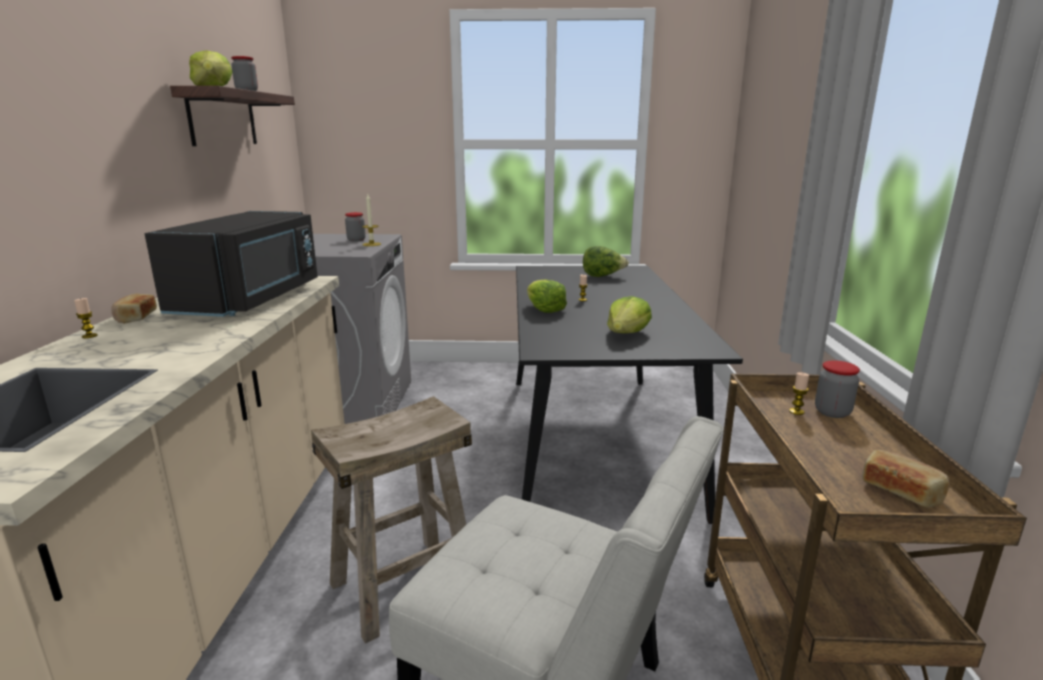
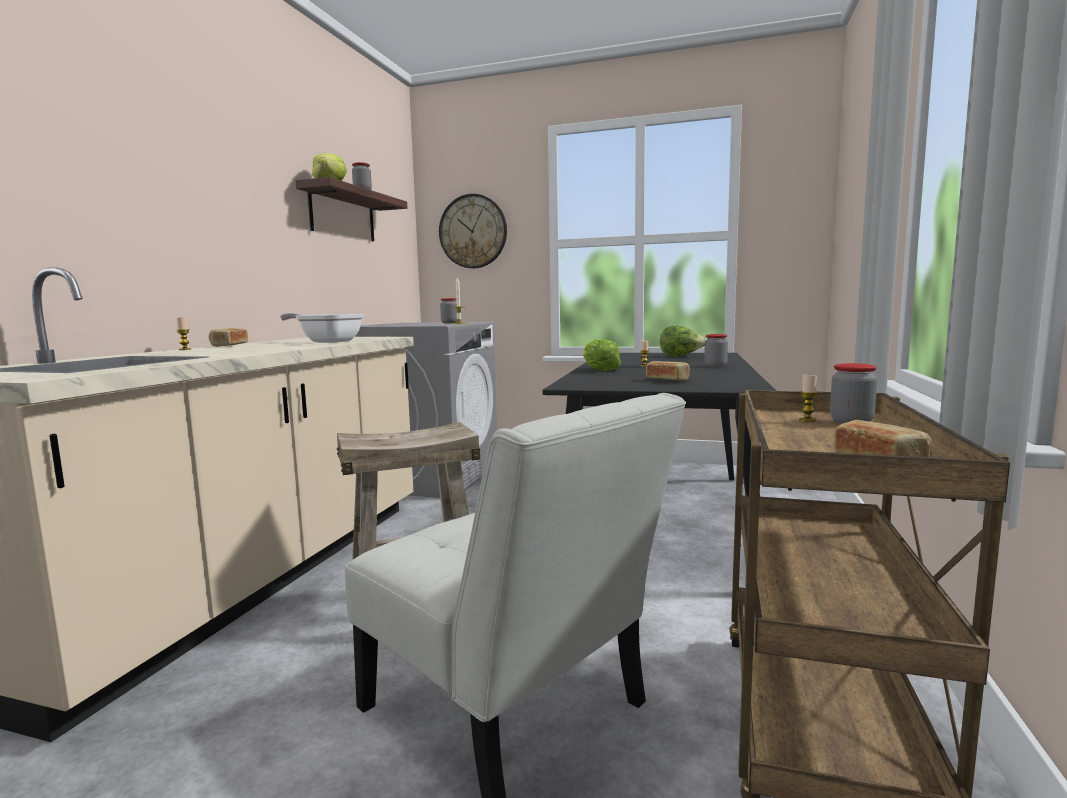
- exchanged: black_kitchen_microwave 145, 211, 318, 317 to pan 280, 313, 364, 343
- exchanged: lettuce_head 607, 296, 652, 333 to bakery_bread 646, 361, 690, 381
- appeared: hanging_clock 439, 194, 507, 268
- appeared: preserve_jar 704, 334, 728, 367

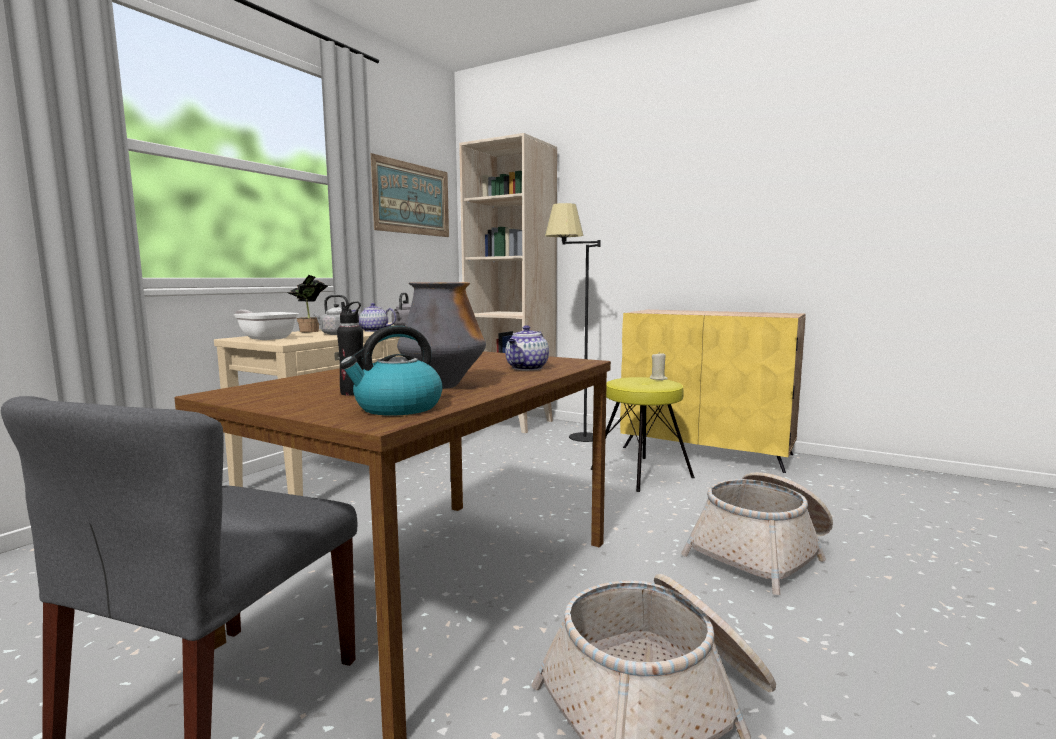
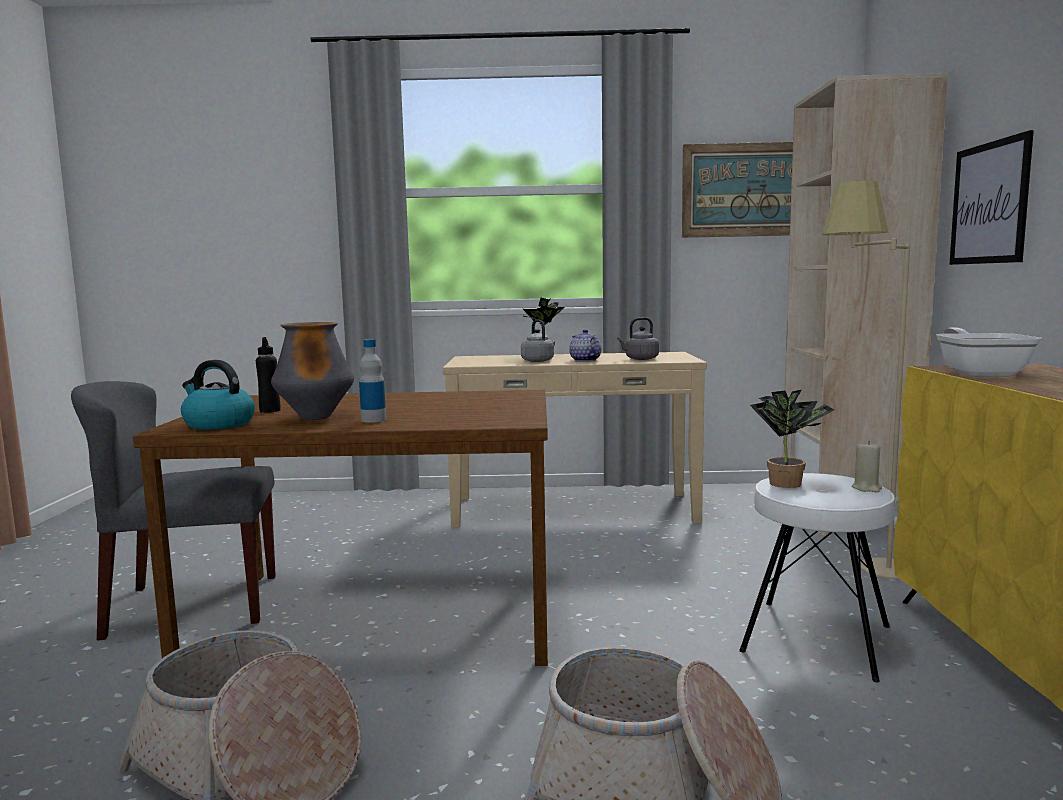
- colour: black_floor_lamp 545, 203, 601, 442 to beige-coloured_floor_lamp 821, 180, 910, 579
- relocated: pan 234, 310, 299, 340 to 936, 327, 1042, 377
- missing: teapot 505, 325, 549, 370
- colour: yellowish_sitting_stool 590, 377, 695, 492 to whitish_sitting_stool 739, 473, 895, 682
- appeared: wall_art 949, 130, 1034, 265
- appeared: drink_bottle 359, 339, 386, 423
- appeared: potted_plant 750, 390, 834, 488

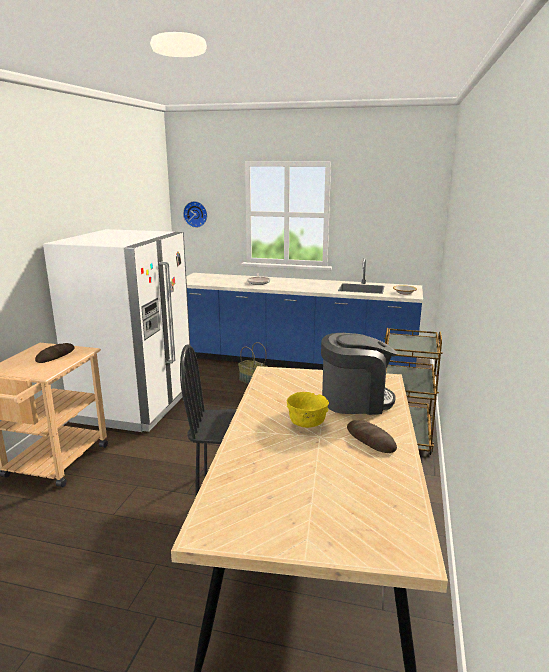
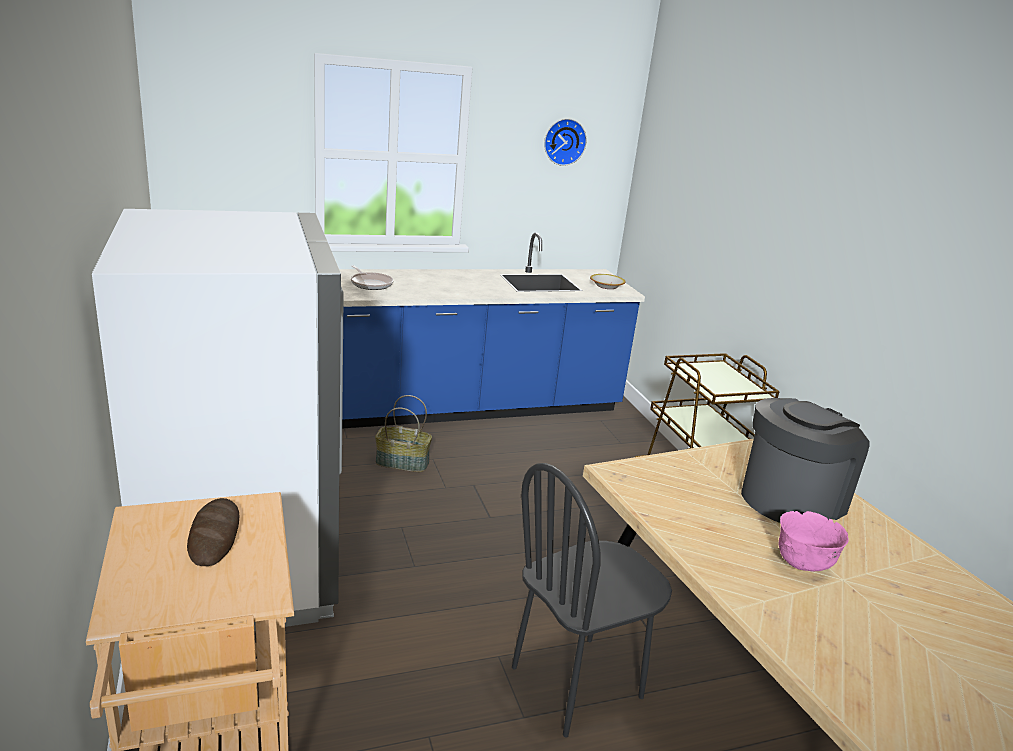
- relocated: hanging_clock 183, 201, 207, 228 to 544, 119, 587, 166
- colour: yellowish_bowl 287, 392, 329, 428 to pink_bowl 779, 511, 849, 571
- missing: bakery_bread 347, 420, 397, 453

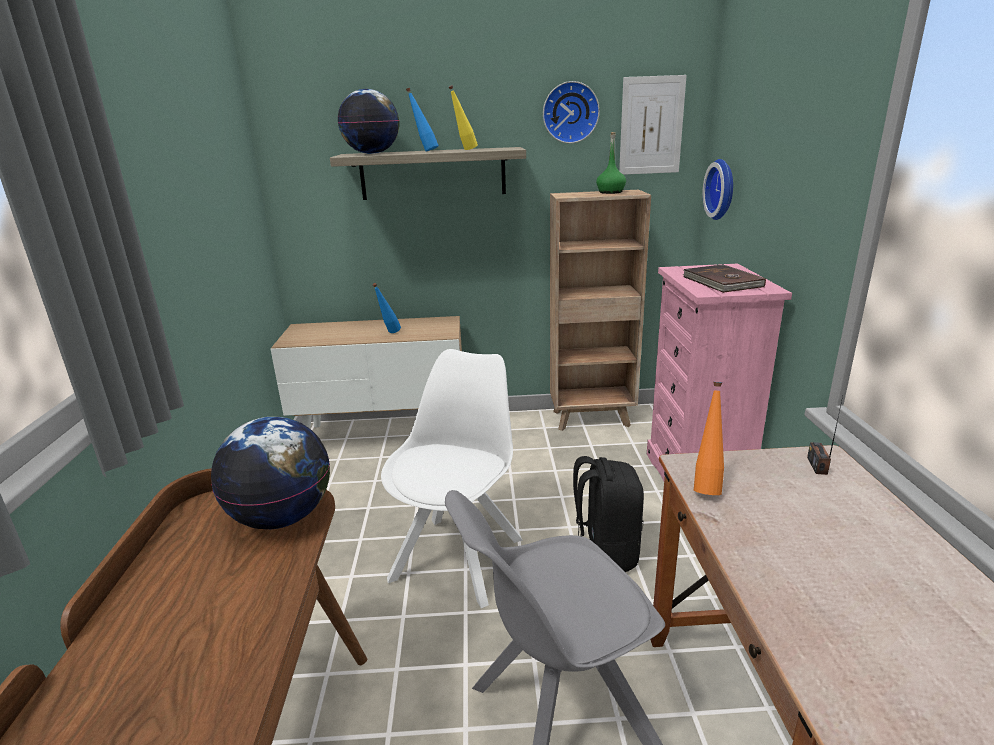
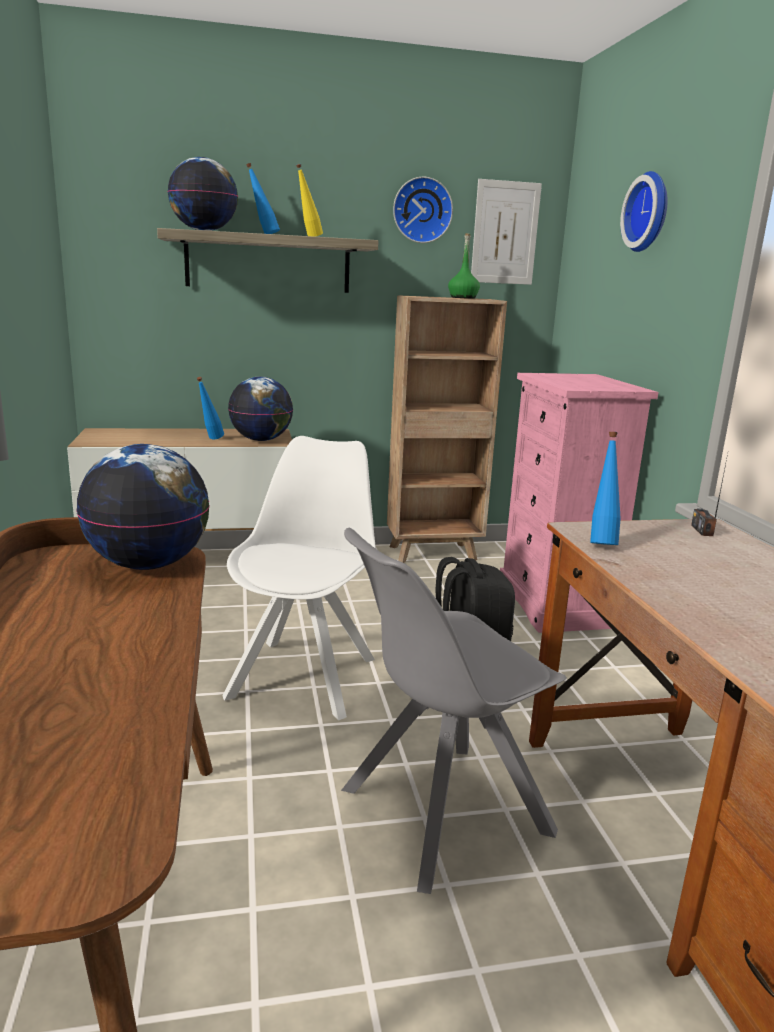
- relocated: hanging_clock 702, 159, 733, 220 to 620, 171, 668, 252
- missing: brownish_bound_book 683, 264, 766, 293
- colour: orange-coloured_drink_bottle 694, 382, 724, 495 to bluish_drink_bottle 590, 432, 621, 545
- appeared: world_globe 228, 377, 293, 441

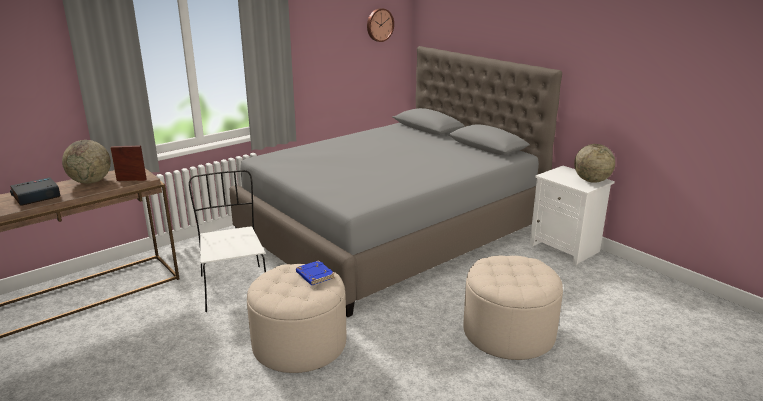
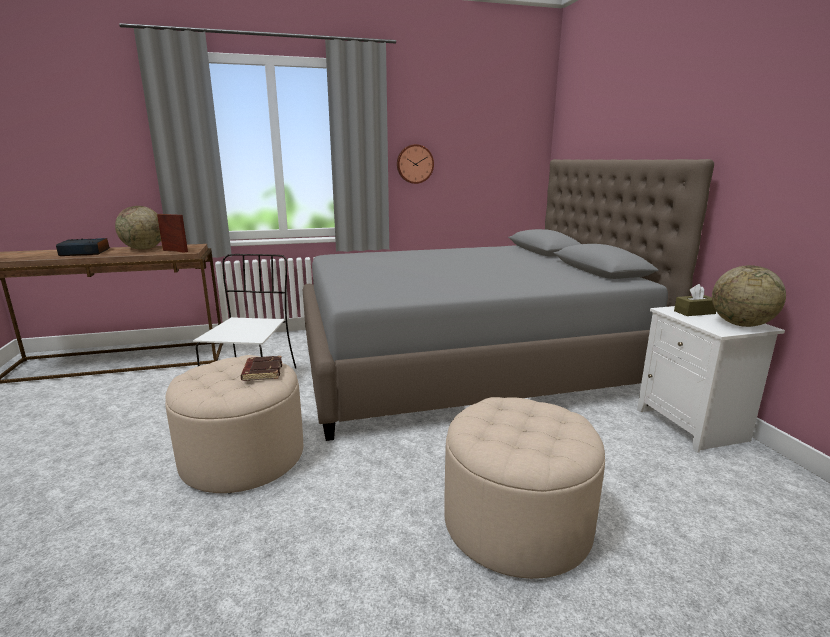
- relocated: hanging_clock 367, 8, 394, 42 to 397, 144, 434, 184
- colour: bluish_bound_book 296, 260, 335, 285 to brownish_bound_book 241, 356, 282, 381
- appeared: brownish_tissue_box 674, 284, 716, 316

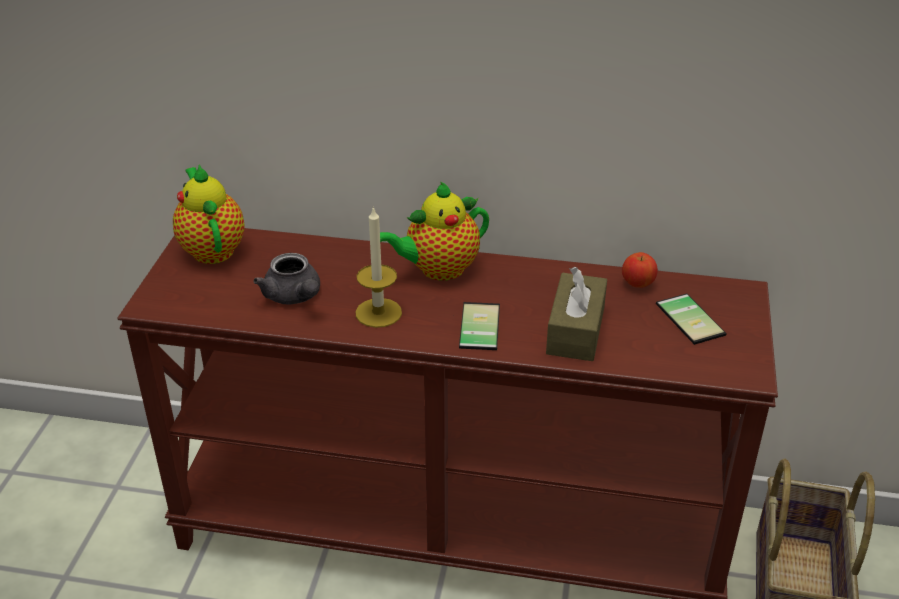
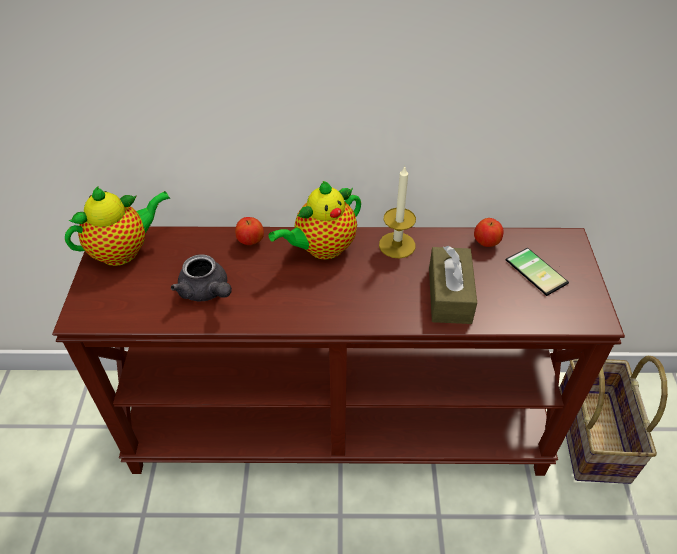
- spun: teapot 173, 164, 245, 264 = 65, 185, 170, 266 90 degrees clockwise
- relocated: wax_light 356, 206, 402, 328 to 379, 165, 416, 258
- missing: handset 459, 302, 500, 350
- appeared: whole_apple 235, 217, 264, 245

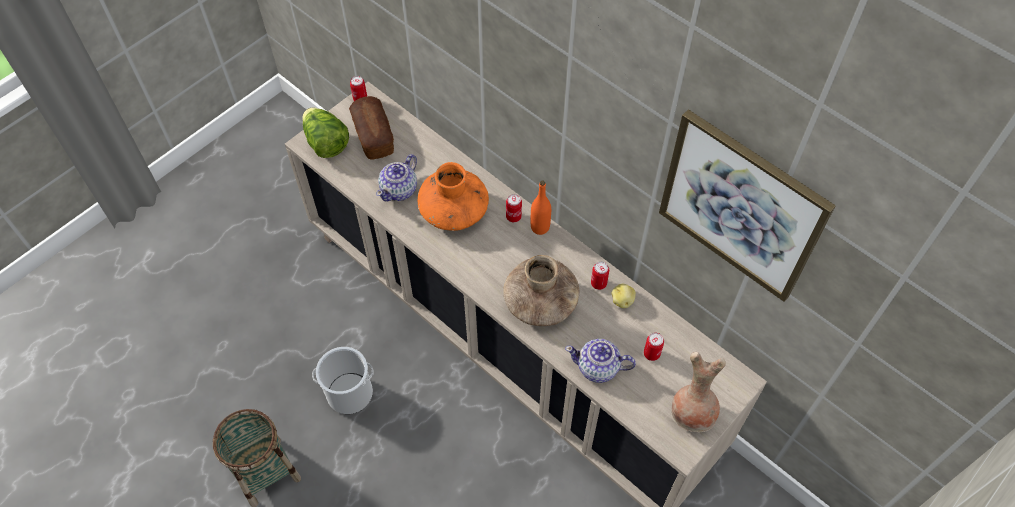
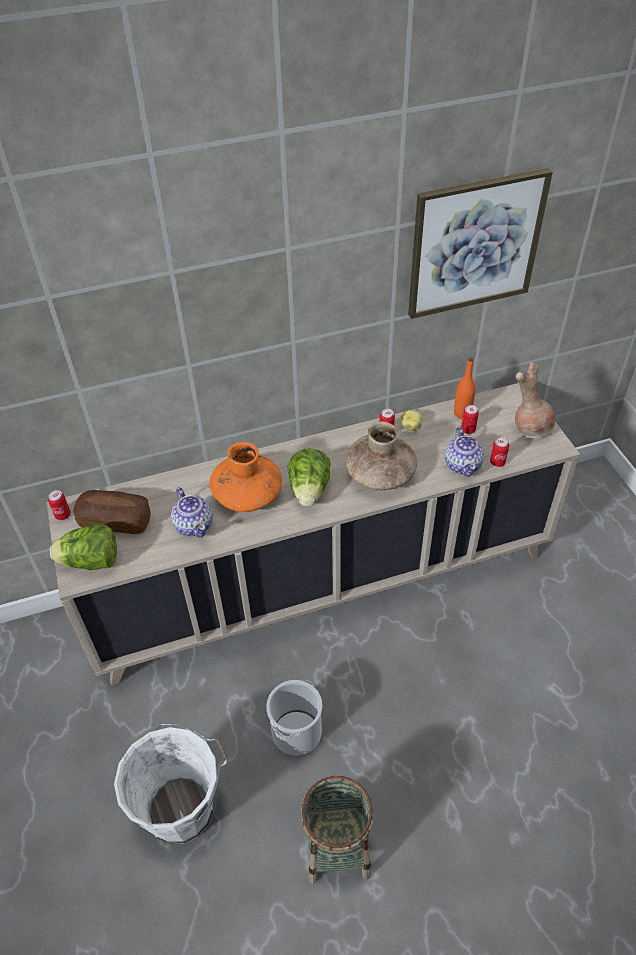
- relocated: orange-coloured_drink_bottle 531, 181, 551, 235 to 454, 358, 476, 419
- relocated: sealed_can 506, 194, 522, 222 to 490, 437, 509, 467
- spun: teapot 565, 339, 636, 383 = 445, 427, 484, 477 45 degrees counterclockwise
- appeared: lettuce_head 288, 448, 331, 506
- appeared: whitish_water_bucket 114, 724, 228, 844

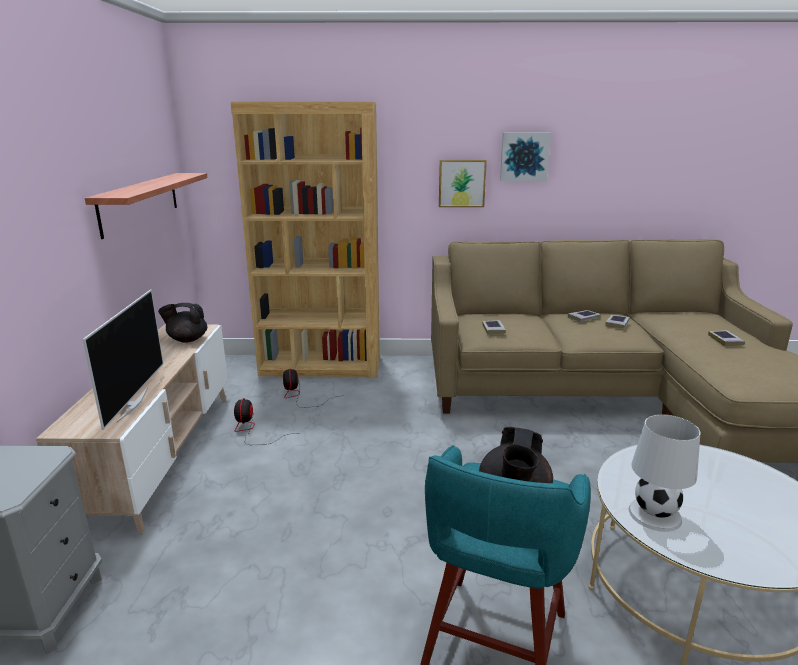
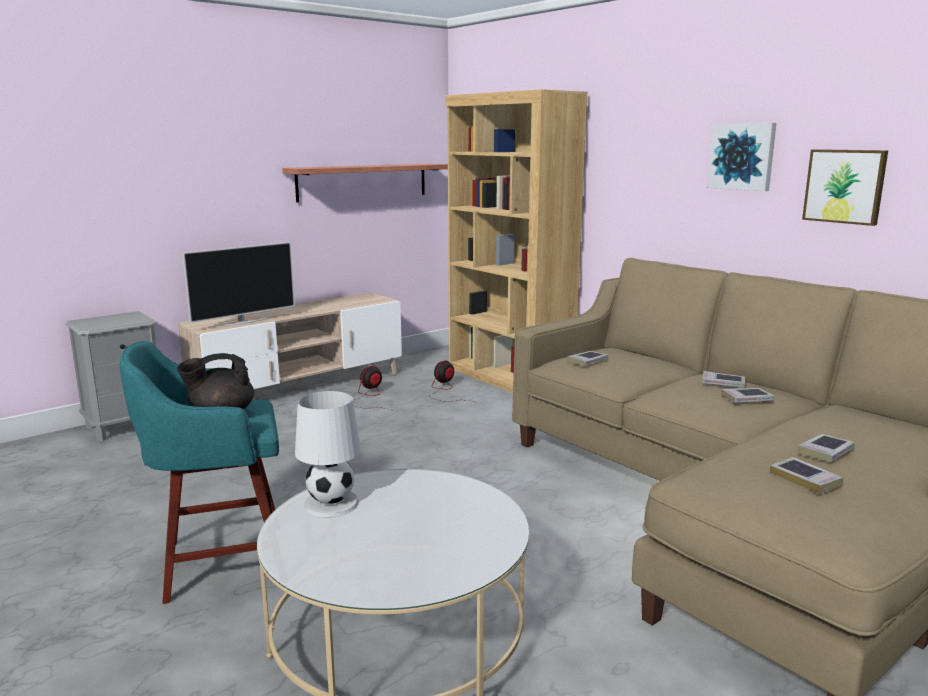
- relocated: wall_art 439, 160, 487, 207 to 802, 149, 888, 226
- missing: black_teapot 158, 303, 207, 343
- appeared: bound_book 770, 457, 844, 494

